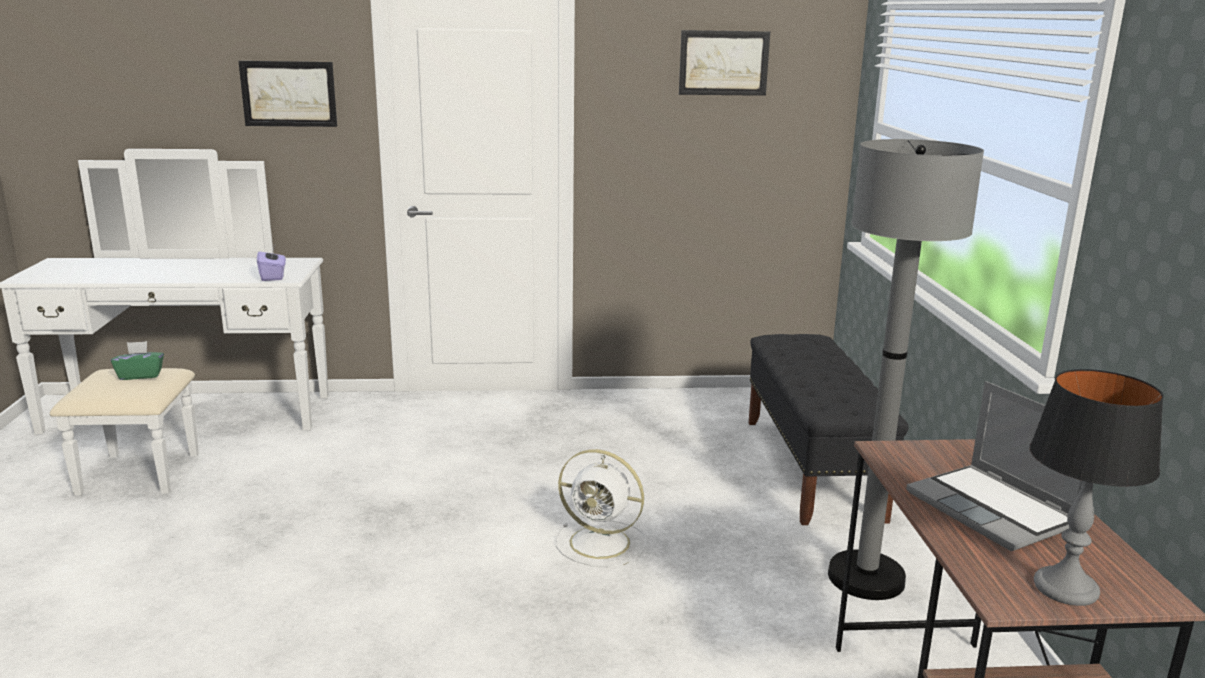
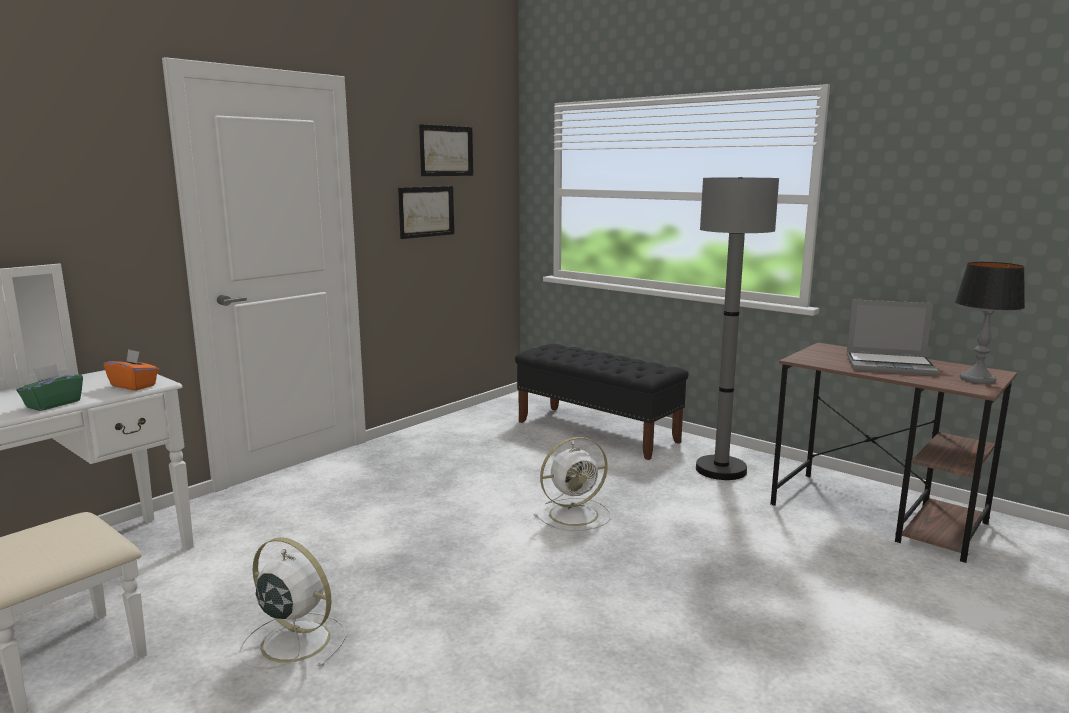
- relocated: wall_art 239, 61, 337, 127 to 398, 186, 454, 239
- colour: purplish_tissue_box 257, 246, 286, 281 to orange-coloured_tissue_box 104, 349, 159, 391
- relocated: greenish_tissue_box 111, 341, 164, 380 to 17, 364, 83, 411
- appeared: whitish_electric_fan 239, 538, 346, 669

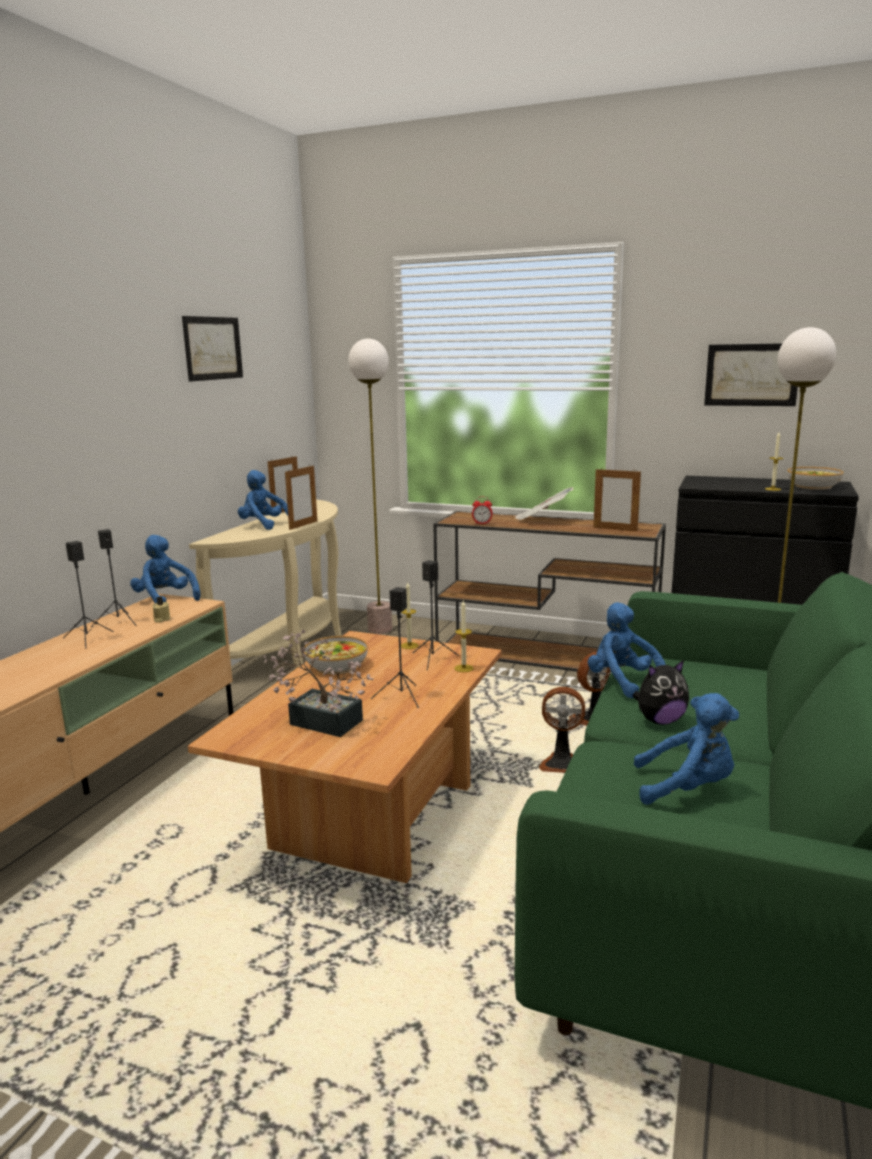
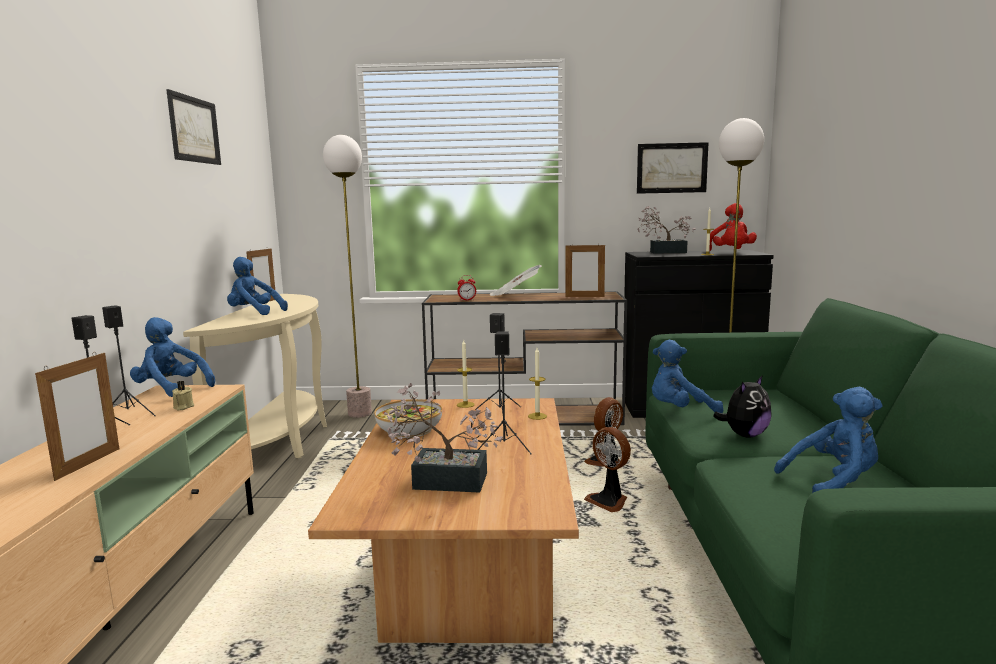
- relocated: photo_frame 285, 465, 317, 530 to 35, 352, 119, 481
- exchanged: bowl 787, 467, 844, 490 to red_cuddly_toy 709, 203, 757, 251
- spun: bluish_cuddly_toy 588, 602, 666, 698 = 652, 340, 723, 413 45 degrees counterclockwise
- spun: electric_fan 539, 687, 585, 773 = 584, 427, 631, 512 60 degrees clockwise
- appeared: potted_plant 637, 206, 696, 254

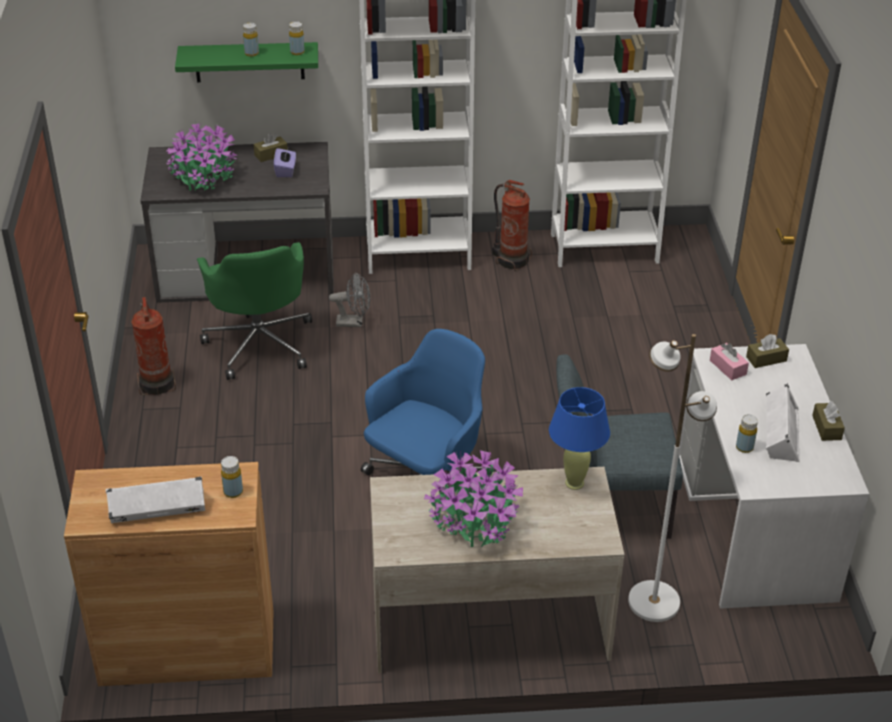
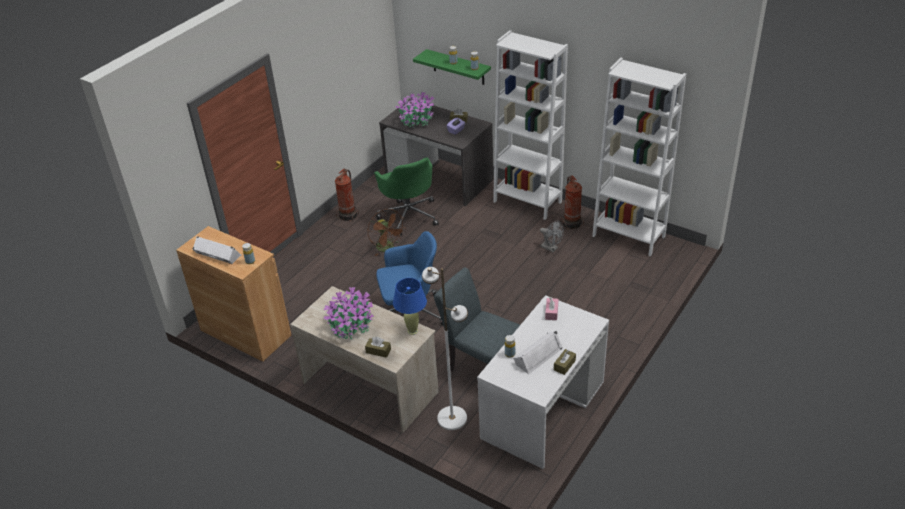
- spun: greenish_computer_chair 197, 242, 312, 380 = 374, 157, 439, 236 45 degrees counterclockwise
- relocated: grey_electric_fan 329, 272, 370, 327 to 540, 220, 564, 252
- relocated: brownish_tissue_box 746, 334, 789, 368 to 365, 337, 391, 358
- appeared: brownish_electric_fan 368, 209, 406, 256

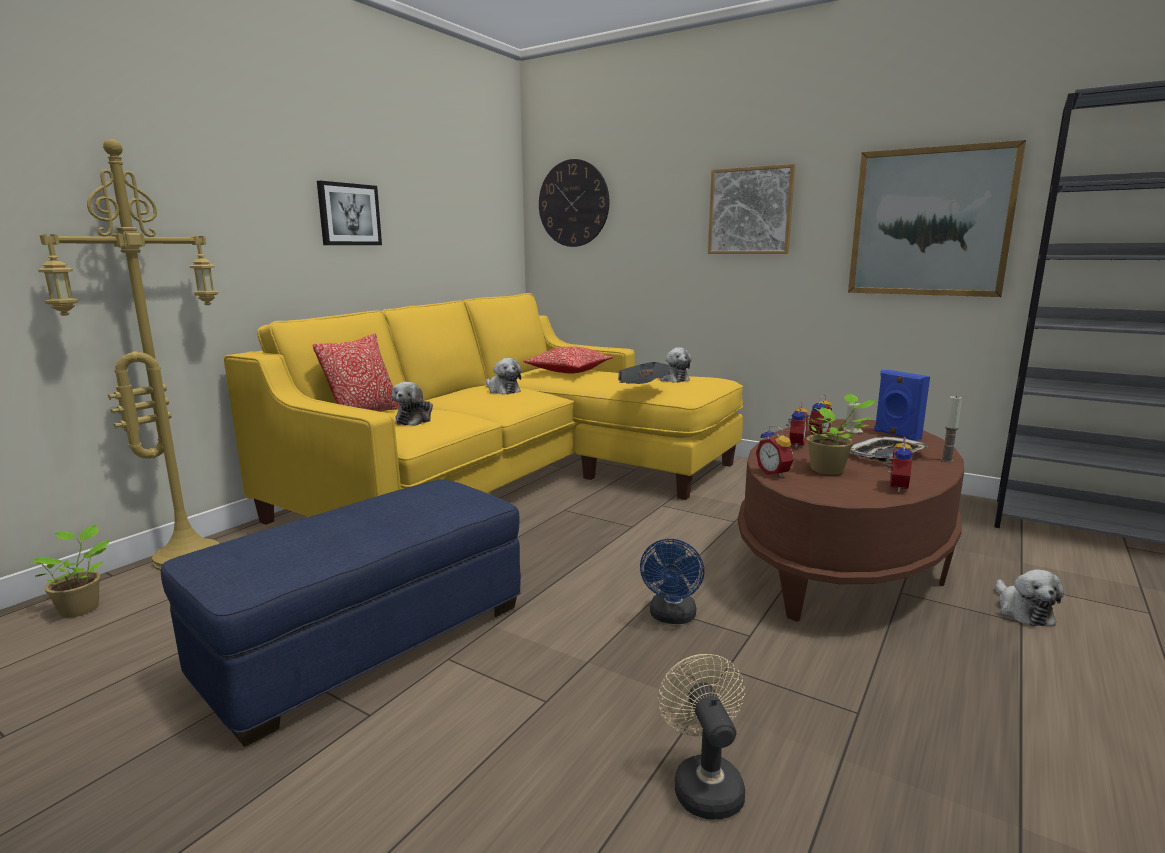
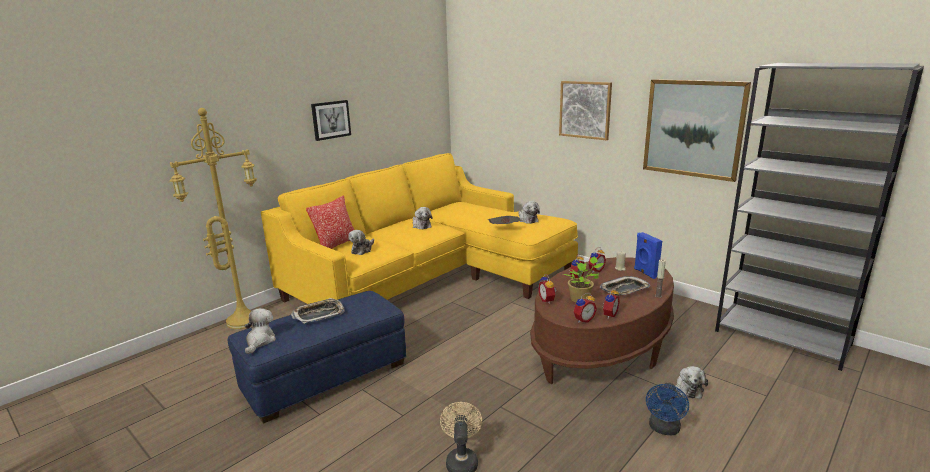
- missing: hanging_clock 539, 159, 609, 247
- missing: throw_pillow 524, 346, 613, 373
- missing: potted_plant 29, 525, 110, 618
- relocated: bluish_electric_fan 640, 539, 704, 624 to 646, 383, 689, 435
- appeared: bedside_clock 573, 293, 597, 323
- appeared: carrying_tray 291, 298, 345, 324
- appeared: cuddly_toy 245, 308, 276, 354

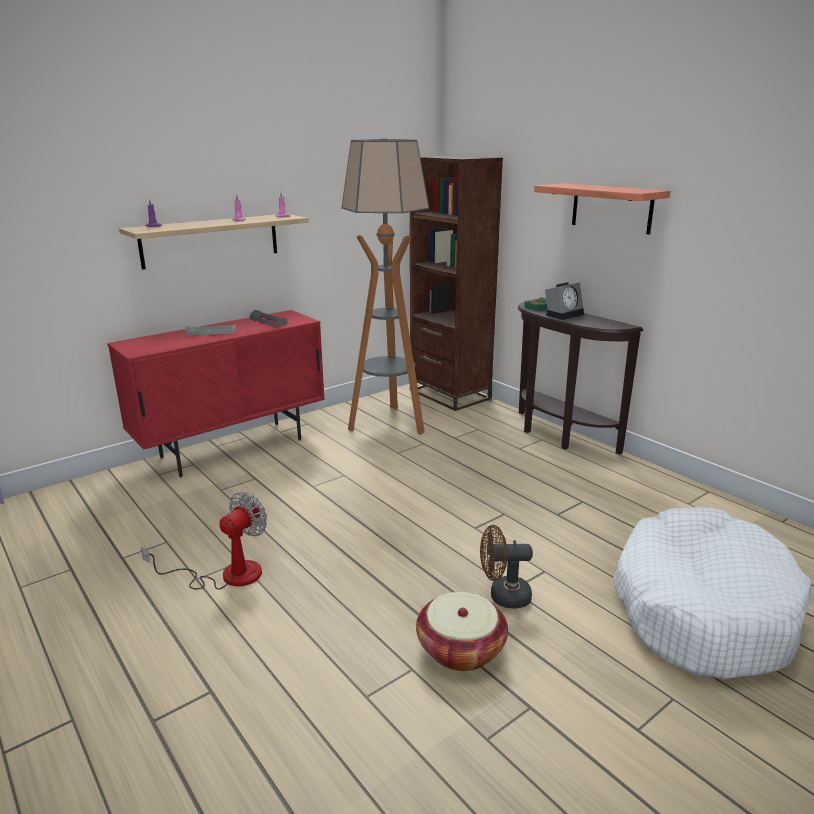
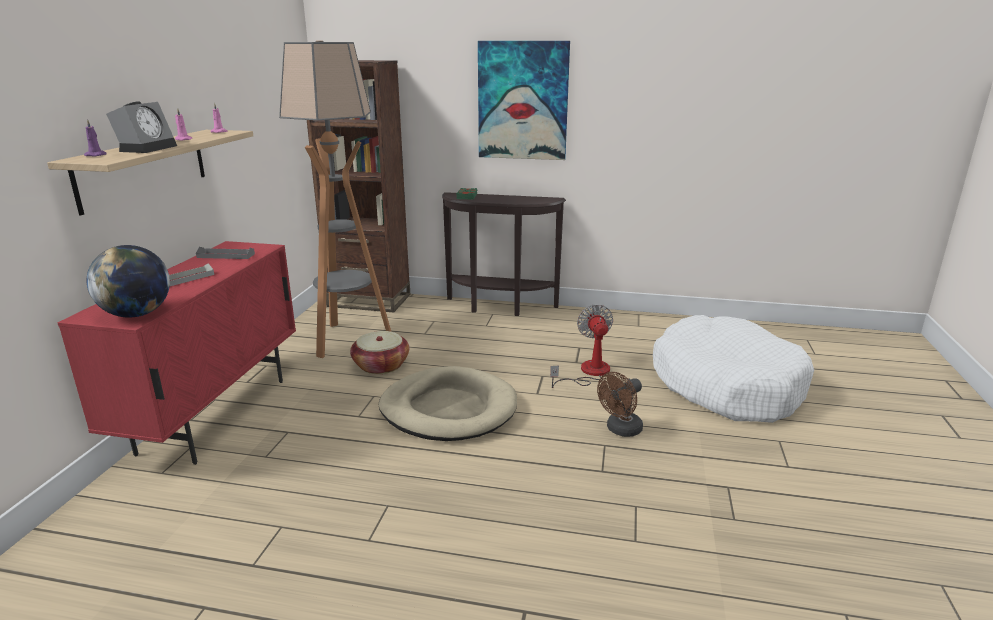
- exchanged: shelf 534, 183, 671, 234 to wall_art 478, 41, 570, 160
- relocated: bedside_clock 545, 282, 584, 320 to 106, 101, 177, 153
- relocated: electric_fan 141, 492, 267, 590 to 550, 304, 613, 388
- relocated: basket 416, 592, 508, 671 to 350, 331, 409, 374
- appeared: world_globe 87, 245, 170, 318
- appeared: beige-coloured_pet_bed 379, 366, 517, 441

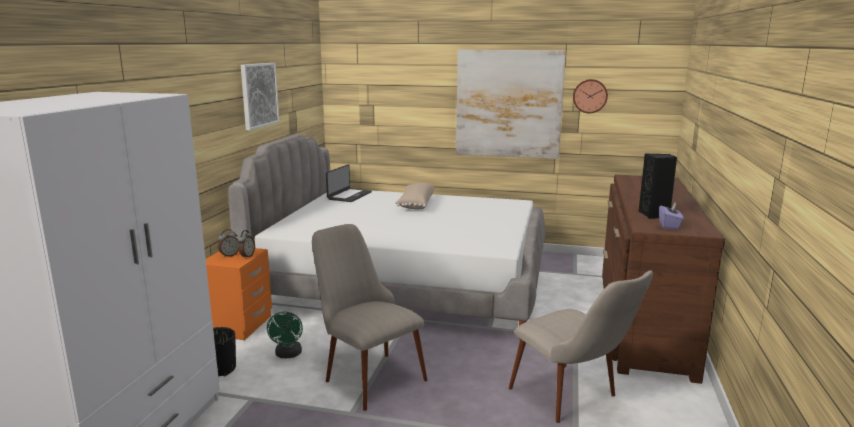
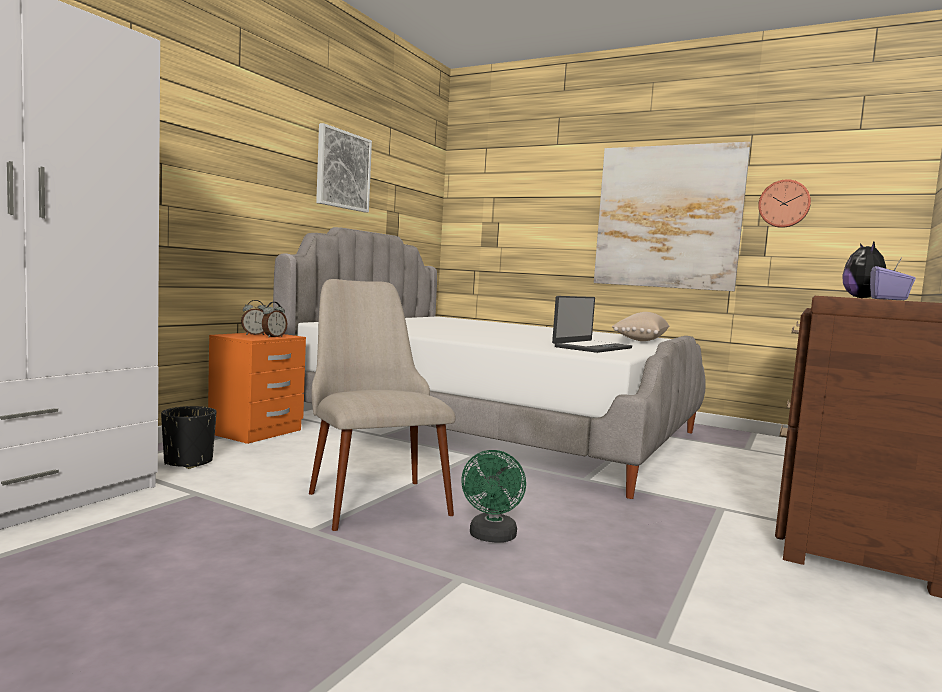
- exchanged: black_speaker 639, 153, 677, 219 to cuddly_toy 842, 241, 886, 298
- relocated: laptop 326, 164, 372, 202 to 552, 296, 632, 353
- relocated: beige-coloured_throw_pillow 395, 183, 435, 209 to 612, 312, 669, 341
- missing: beige-coloured_plain_chair 509, 271, 653, 423
- relocated: greenish_electric_fan 267, 312, 303, 358 to 461, 450, 526, 543

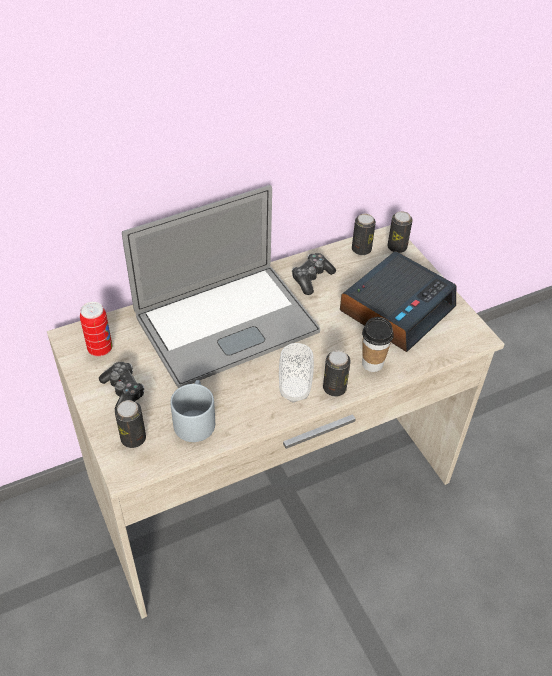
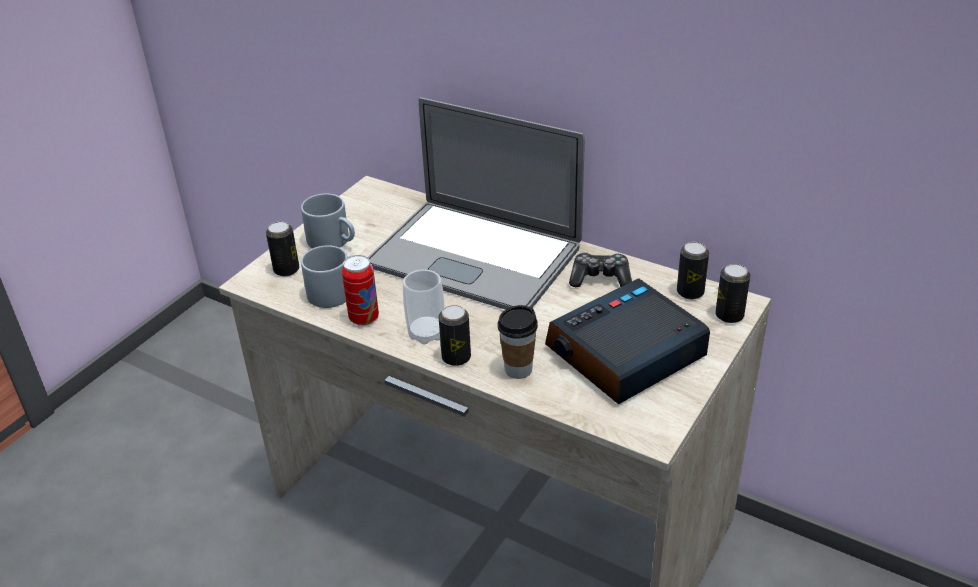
- spun: bedside_clock 340, 251, 456, 352 = 545, 279, 710, 404 135 degrees clockwise
- relocated: sealed_can 80, 302, 112, 357 to 342, 255, 379, 326
- exchanged: game_controller 99, 362, 144, 409 to grey_coffee_mug 301, 193, 355, 249

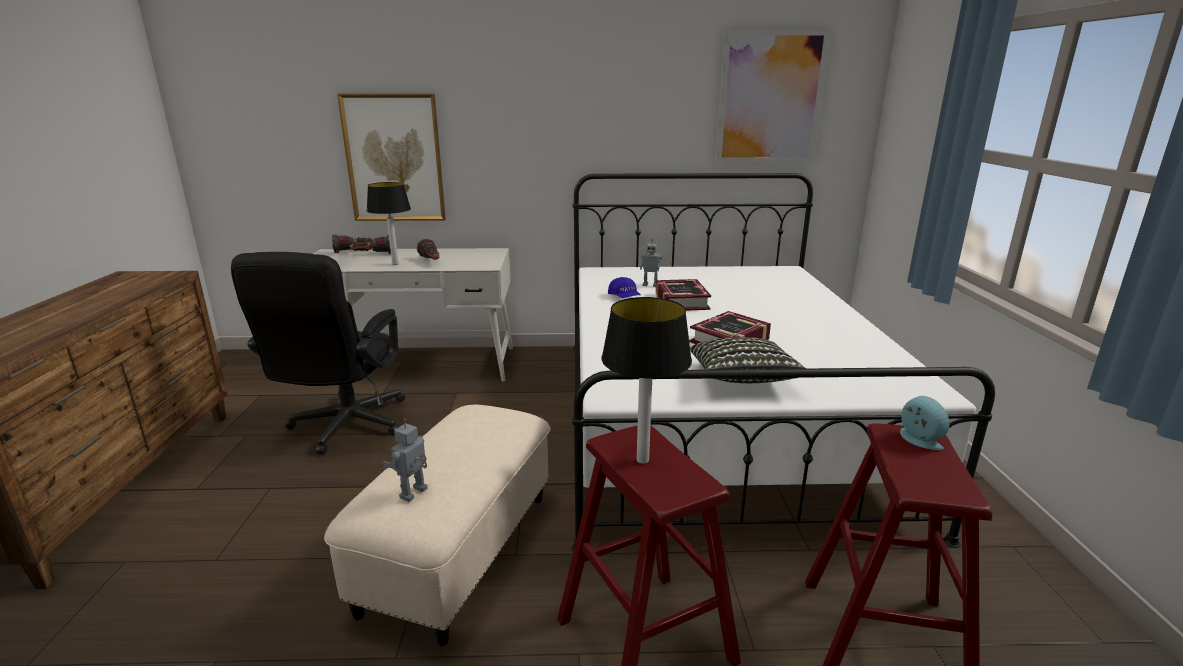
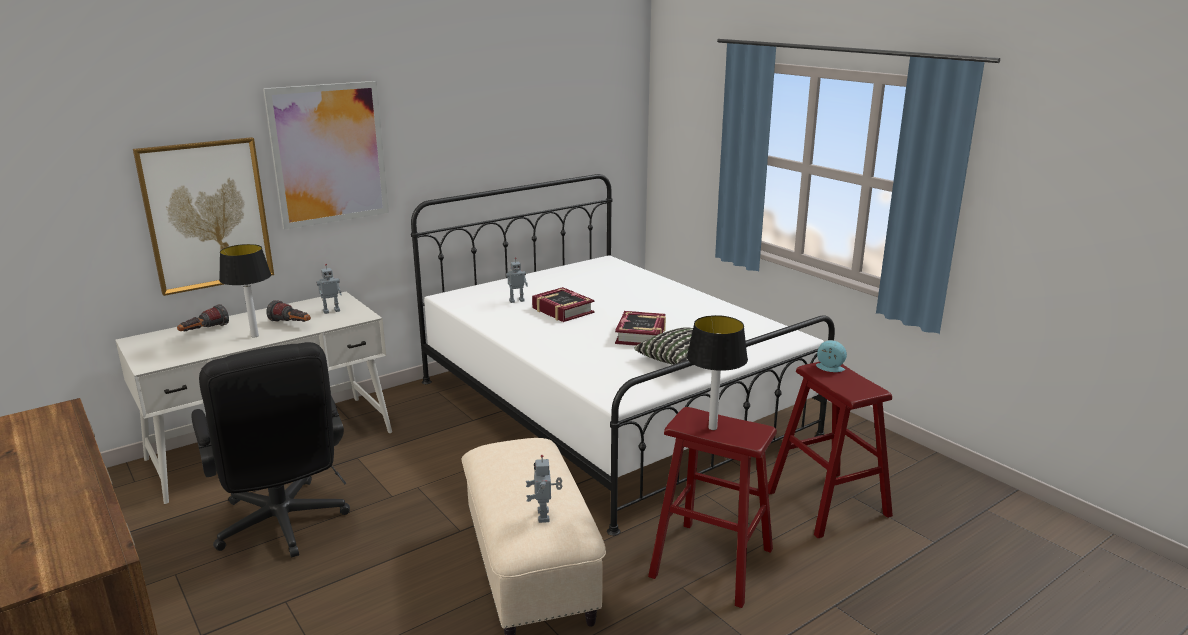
- relocated: wall_art 715, 29, 831, 163 to 263, 81, 389, 230
- missing: flashlight 331, 234, 374, 253
- missing: bluish_cap 608, 277, 641, 298
- appeared: robot_figure 317, 264, 342, 314

